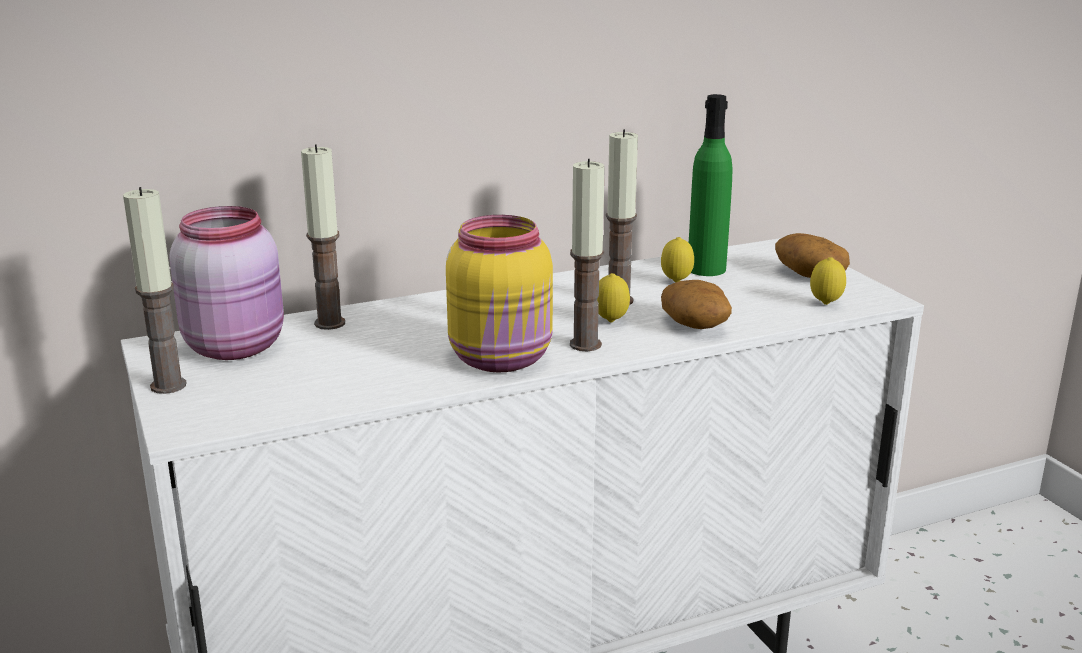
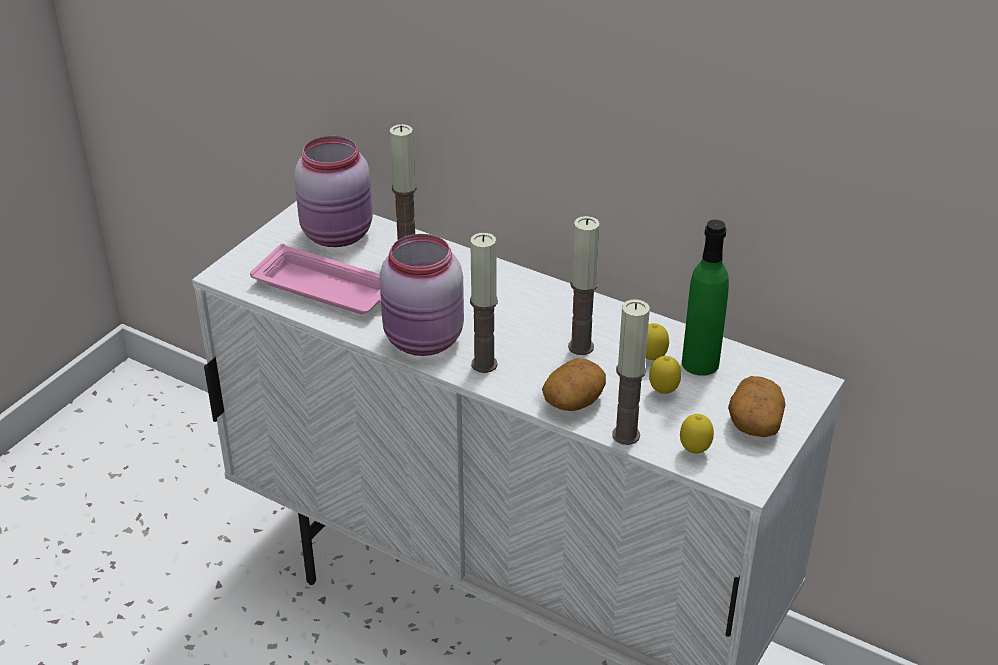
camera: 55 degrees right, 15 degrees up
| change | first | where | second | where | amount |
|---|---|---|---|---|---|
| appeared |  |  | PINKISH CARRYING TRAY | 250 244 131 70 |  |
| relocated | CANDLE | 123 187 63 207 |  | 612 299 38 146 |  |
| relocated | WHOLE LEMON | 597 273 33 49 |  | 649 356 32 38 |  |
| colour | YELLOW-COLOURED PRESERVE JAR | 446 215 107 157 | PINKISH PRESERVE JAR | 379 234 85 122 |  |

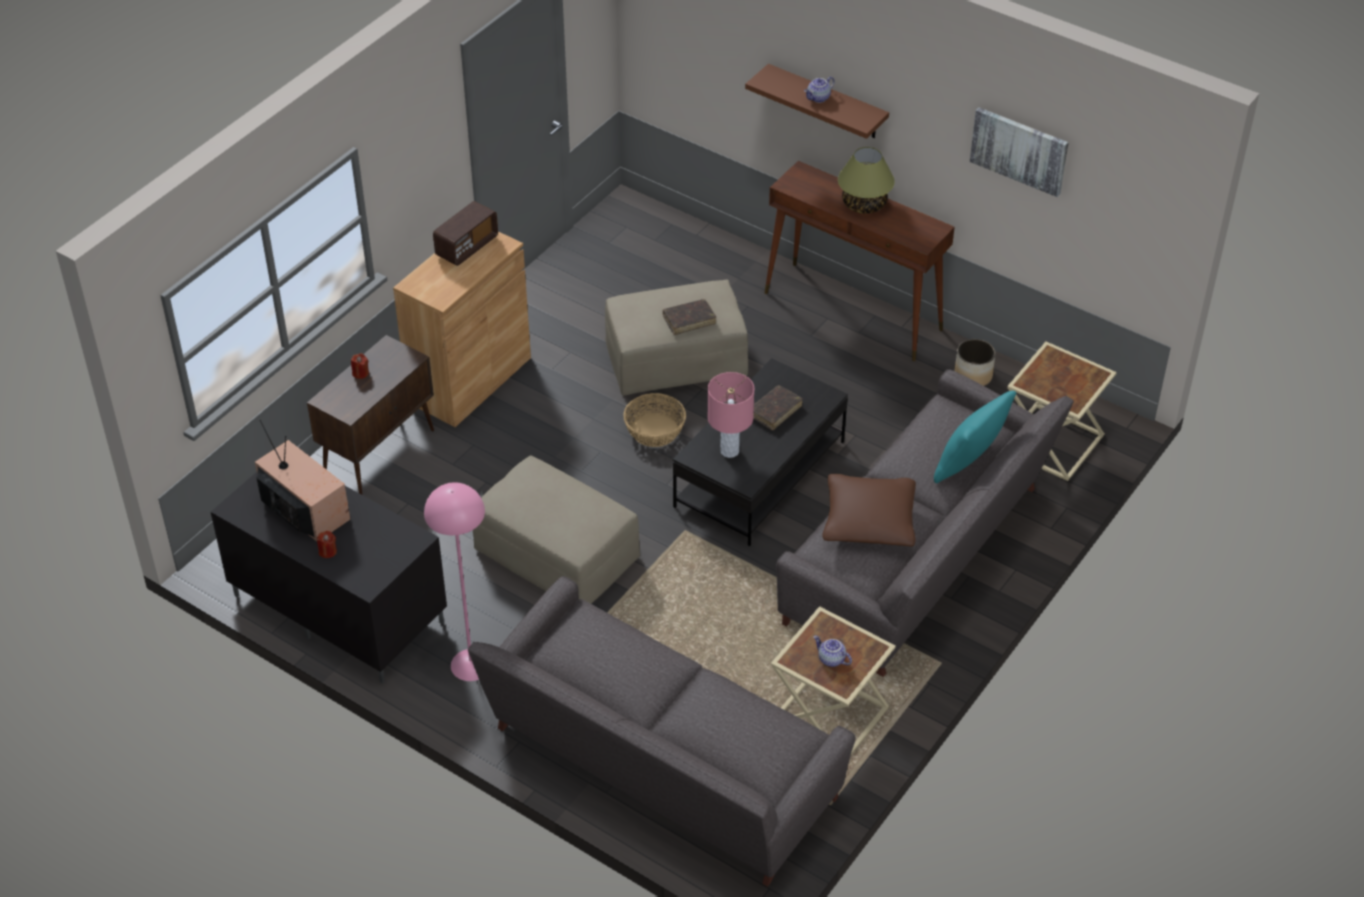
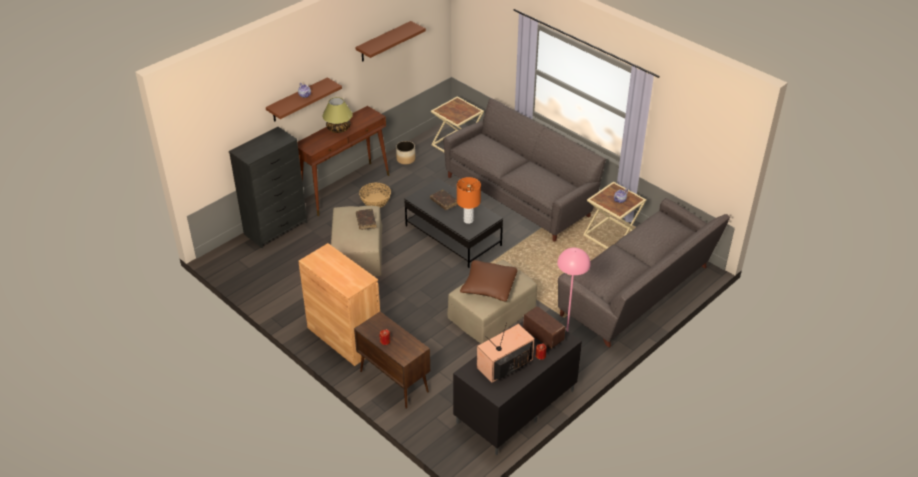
camera: 80 degrees left, 5 degrees down
| change | first | where | second | where | amount |
|---|---|---|---|---|---|
| missing | BLUE-GREEN CUSHION | 934 391 82 92 |  |  |  |
| appeared |  |  | BLACKISH CHEST OF DRAWERS | 229 127 78 121 |  |
| relocated | RADIO SET | 433 201 65 65 |  | 523 306 42 43 |  |
| relocated | BASKET | 623 393 63 54 |  | 359 183 32 25 |  |
| relocated | BROWNISH CUSHION | 822 474 94 73 |  | 460 260 58 41 |  |
| exchanged | WALL ART | 970 107 99 90 | BROWNISH BRACKET SHELF | 355 21 71 41 |  |
| colour | PINKISH TABLETOP LAMP | 708 372 46 86 | ORANGEY TABLETOP LAMP | 457 177 24 47 |  |

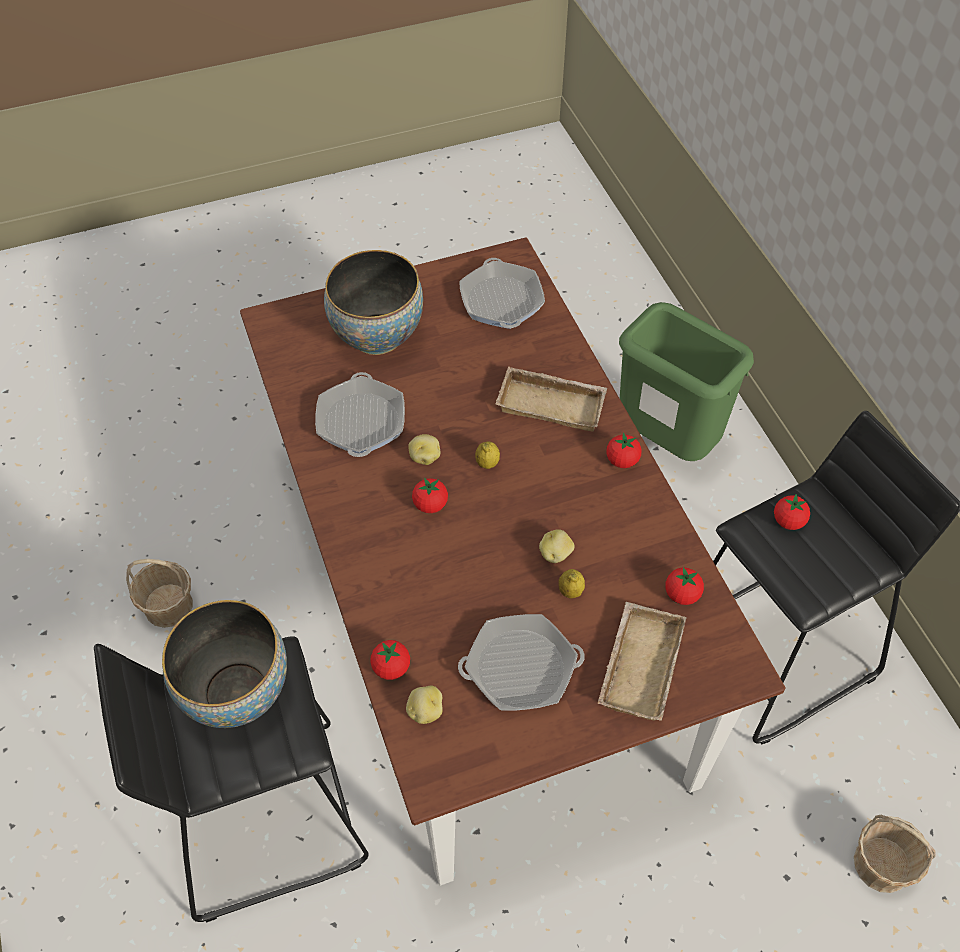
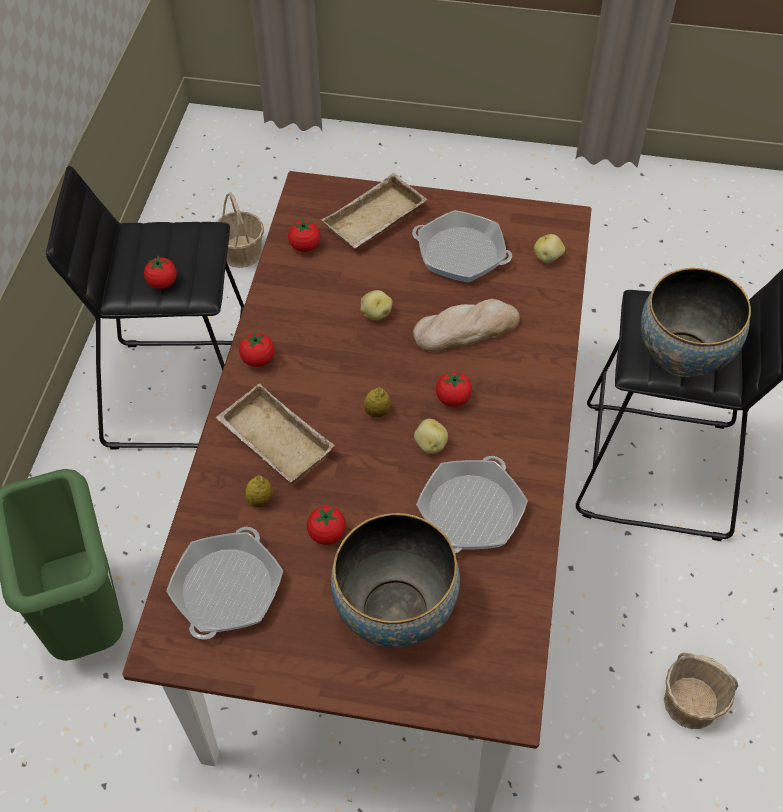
camera: 150 degrees left, 0 degrees up
| change | first | where | second | where | amount |
|---|---|---|---|---|---|
| appeared |  |  | BREAD | 413 299 107 53 |  |
| relocated | FRESH TOMATO | 370 640 40 40 |  | 307 506 39 39 |  |
| relocated | WHOLE LEMON | 558 569 27 30 |  | 245 475 28 32 |  |

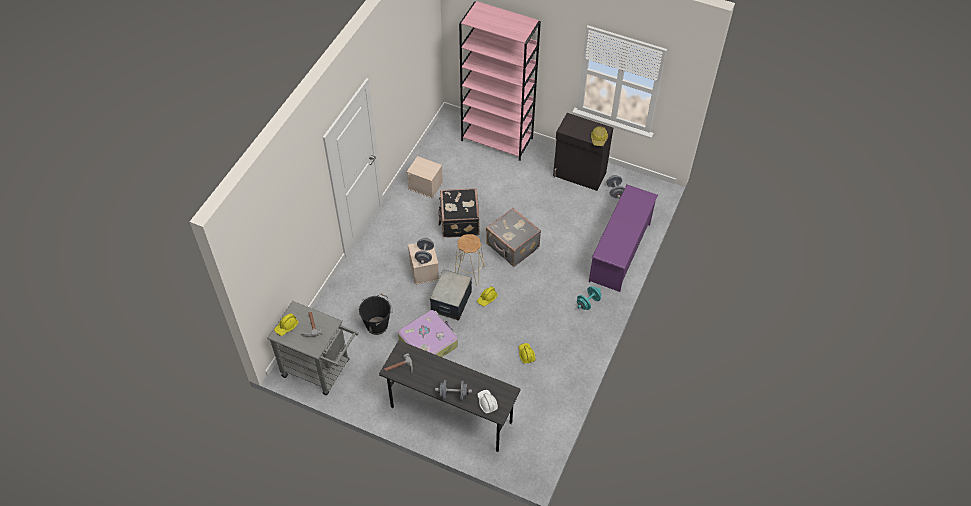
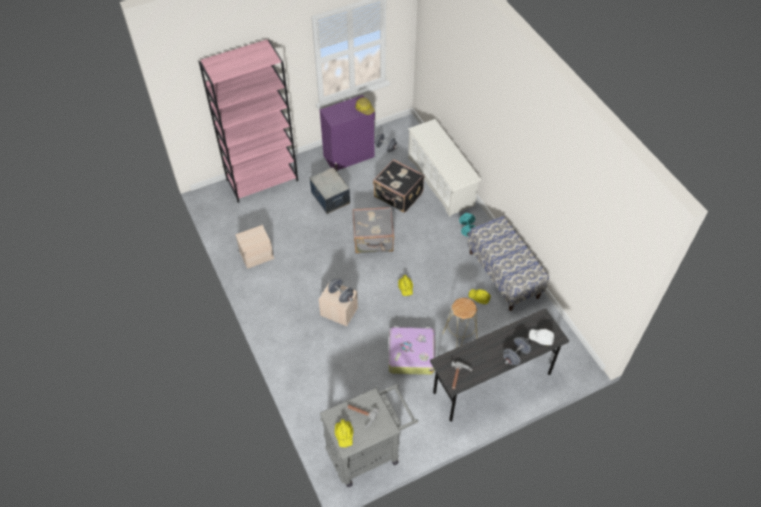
camera: 50 degrees left, 0 degrees up
| change | first | where | second | where | amount |
|---|---|---|---|---|---|
| missing | BLACKISH PAIL | 359 294 34 41 |  |  |  |
| appeared |  |  | INDOOR BENCH | 468 216 81 95 |  |
| relocated | STORAGE BIN | 430 269 42 52 |  | 309 167 41 47 |  |
| relocated | BLACKISH TRAVEL CASE | 439 188 41 50 |  | 373 159 51 54 |  |
| relocated | BEIGE-COLOURED STOOL | 455 234 29 51 |  | 443 298 35 47 |  |
| colour | BLACKISH STORAGE CABINET | 553 113 60 78 | PURPLE STORAGE CABINET | 320 95 55 76 |  |
| colour | PURPLE SHOE SHELF | 589 185 69 107 | WHITE-COLOURED SHOE SHELF | 408 119 74 98 |  |

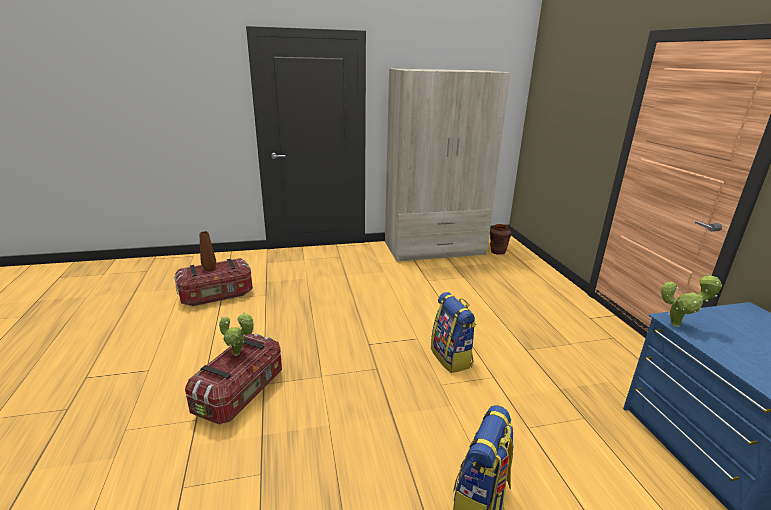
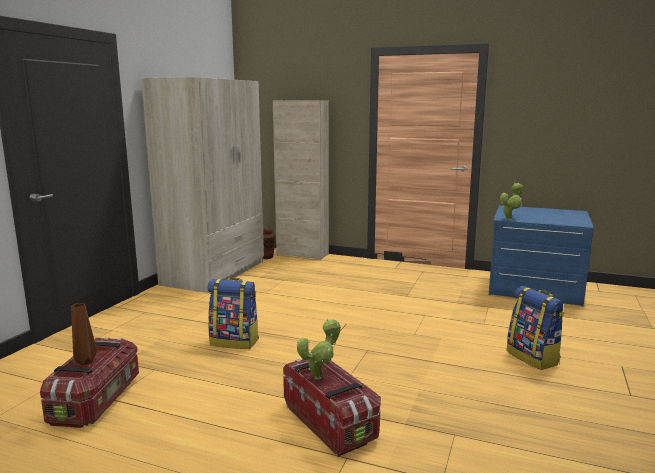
camera: 55 degrees left, 10 degrees down
| change | first | where | second | where | amount |
|---|---|---|---|---|---|
| appeared |  |  | BEIGE-COLOURED STORAGE CABINET | 273 101 56 159 |  |
| relocated | RUCKSACK | 431 292 45 81 |  | 208 278 51 71 |  |

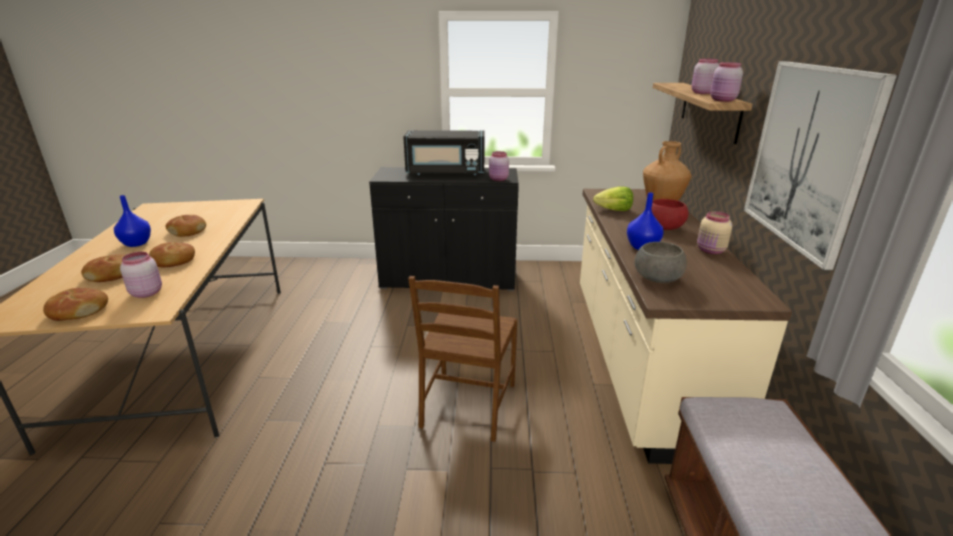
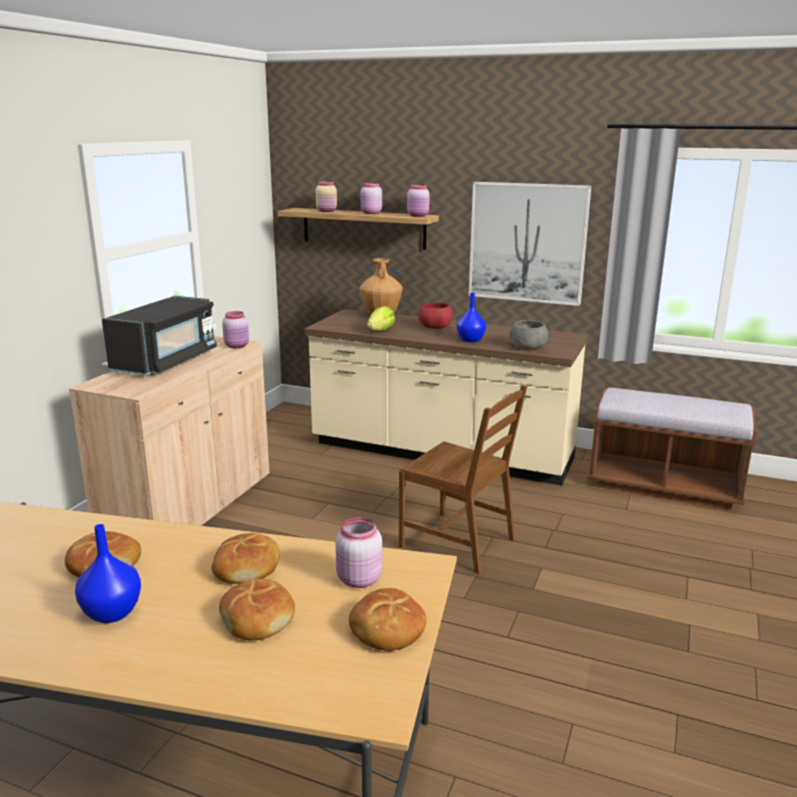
camera: 70 degrees left, 5 degrees down
| change | first | where | second | where | amount |
|---|---|---|---|---|---|
| relocated | BEIGE-COLOURED PRESERVE JAR | 697 211 35 43 |  | 316 182 21 30 |  |
| colour | BLACKISH STORAGE CABINET | 369 167 150 124 | BEIGE-COLOURED STORAGE CABINET | 69 336 200 190 |  |

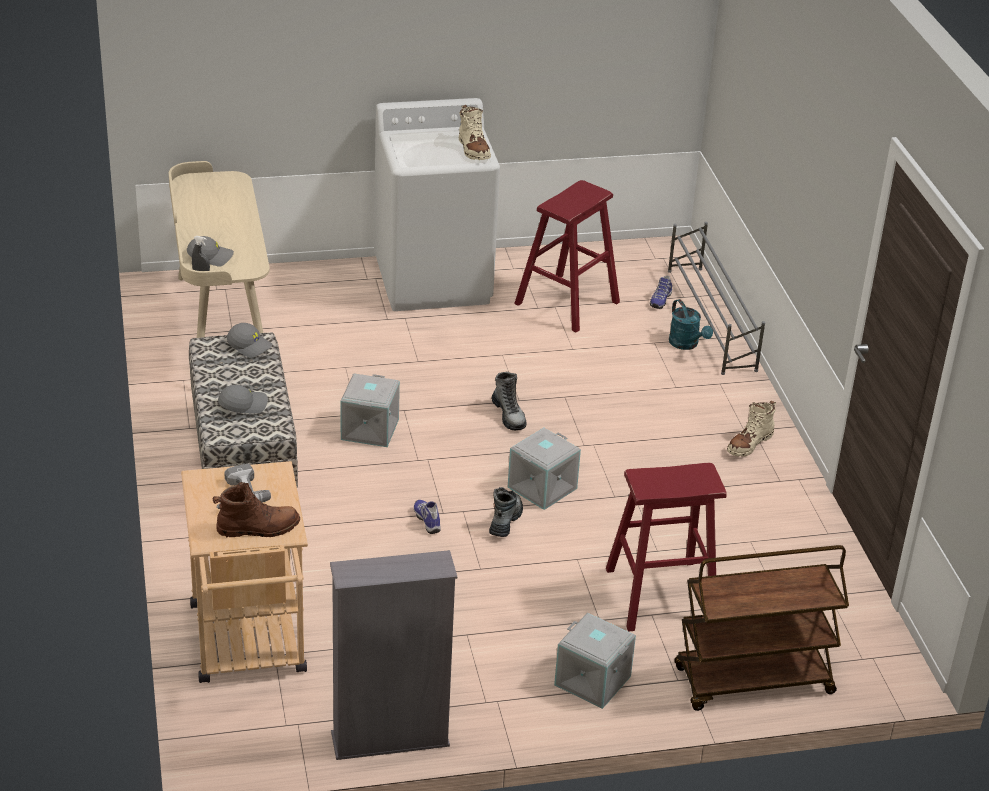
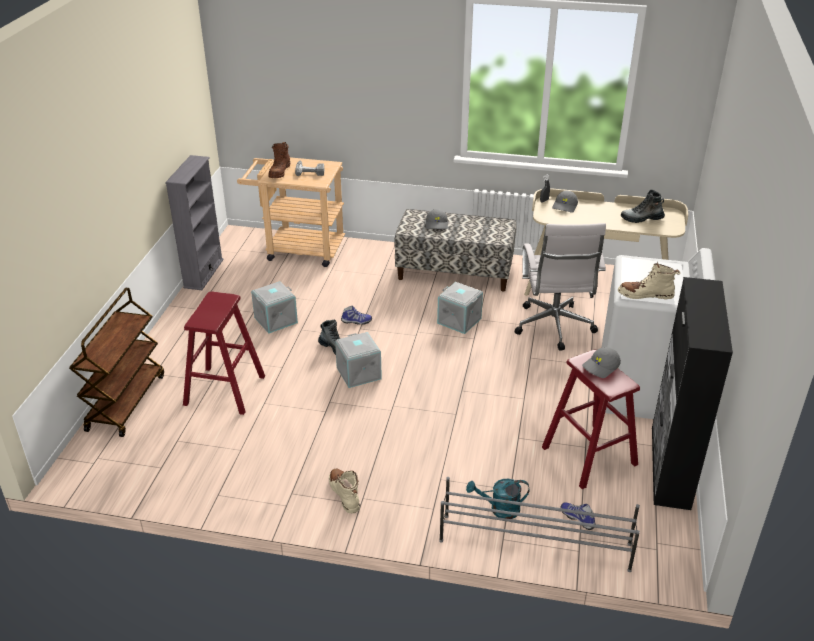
camera: 115 degrees right, 0 degrees up
| change | first | where | second | where | amount |
|---|---|---|---|---|---|
| appeared |  |  | WHITE-COLOURED COMPUTER CHAIR | 515 223 91 128 |  |
| appeared |  |  | BLACKISH STORAGE CABINET | 652 277 81 233 |  |
| relocated | GREYISH PEAKED CAP | 227 323 45 35 |  | 582 347 39 31 |  |
| relocated | HIGH-TOP BOOT | 492 372 35 58 |  | 621 190 44 33 |  |
| relocated | GREYISH STORAGE BIN | 554 613 82 96 |  | 251 281 47 52 |  |

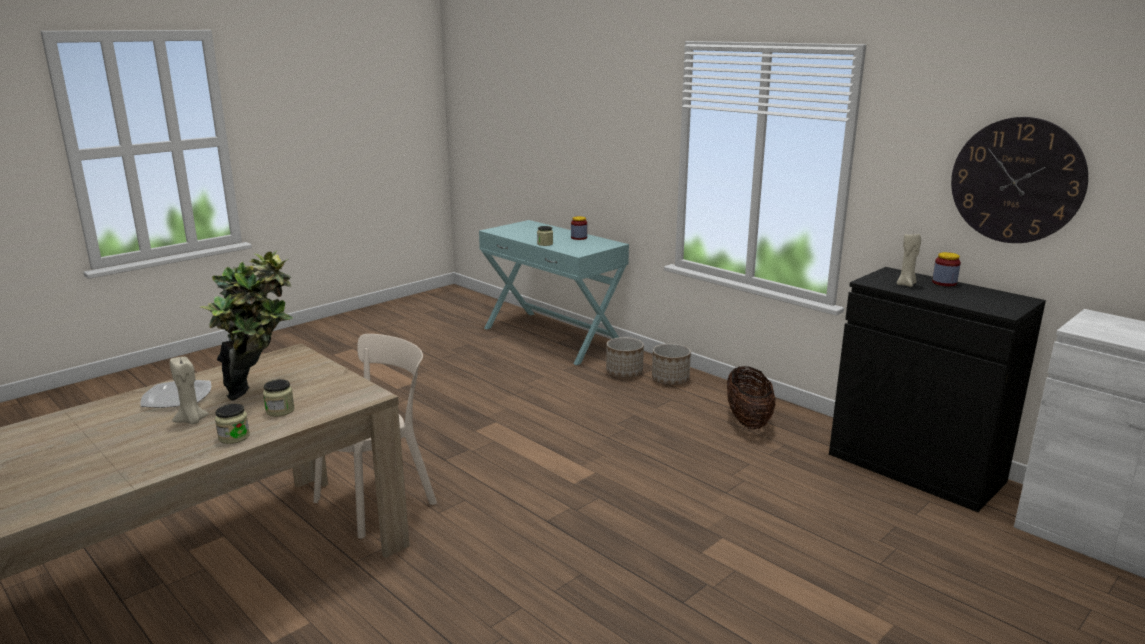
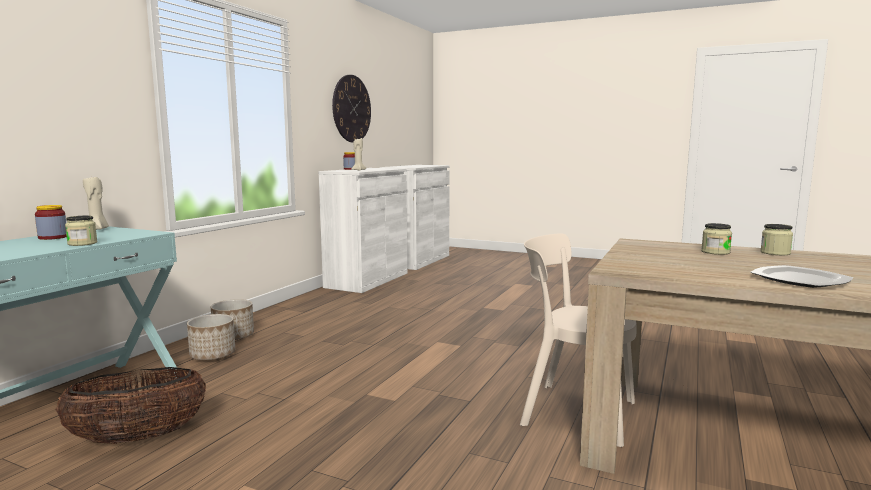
camera: 110 degrees left, 10 degrees down
| change | first | where | second | where | amount |
|---|---|---|---|---|---|
| missing | HOUSEPLANT | 200 250 93 151 |  |  |  |
| relocated | BEIGE-COLOURED CANDLE | 170 356 39 68 |  | 83 177 26 53 |  |
| relocated | BASKET | 727 366 49 63 |  | 55 367 151 77 |  |
| colour | BLACKISH STORAGE CABINET | 829 267 217 245 | WHITE-COLOURED STORAGE CABINET | 319 168 88 125 |  |

